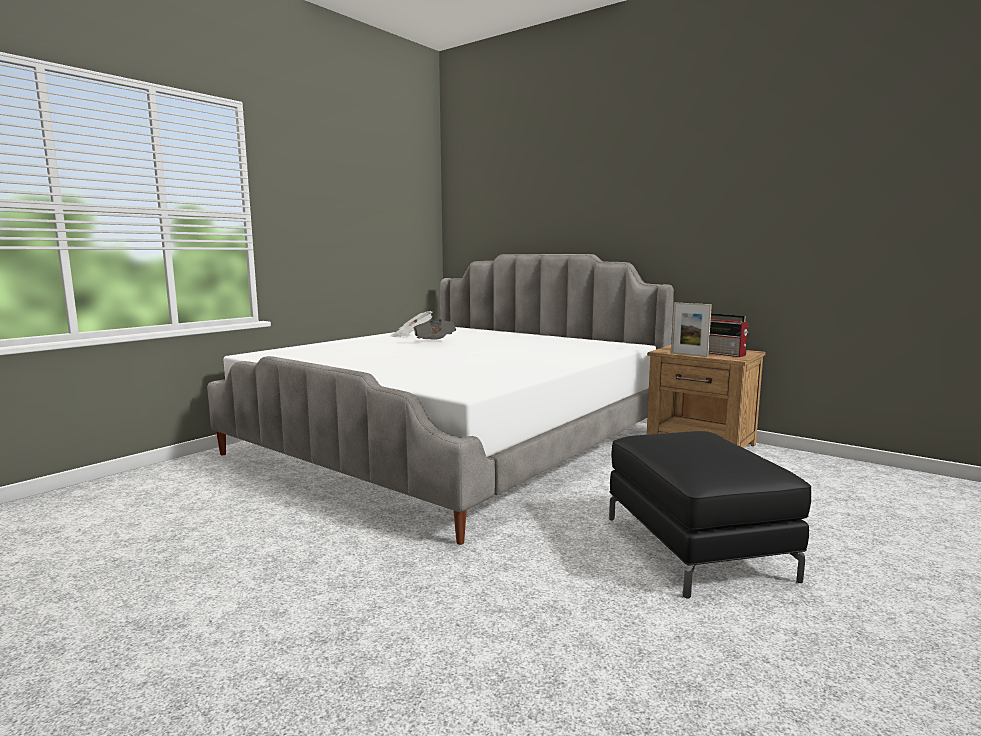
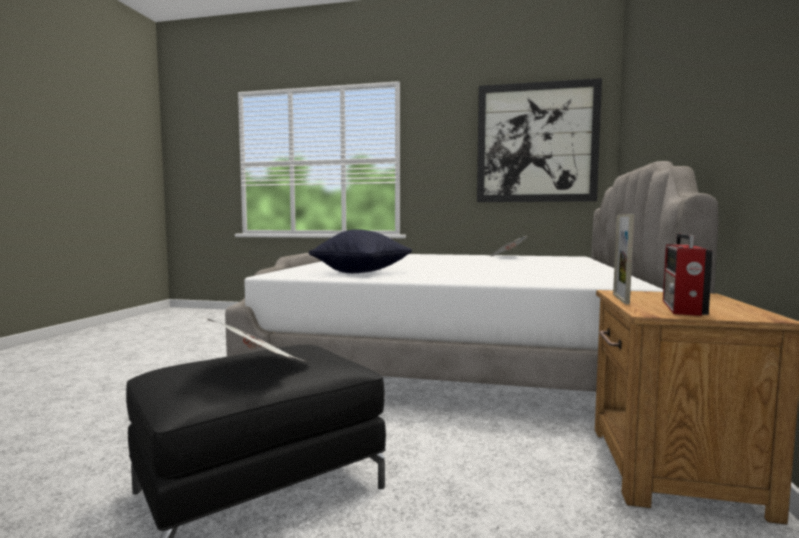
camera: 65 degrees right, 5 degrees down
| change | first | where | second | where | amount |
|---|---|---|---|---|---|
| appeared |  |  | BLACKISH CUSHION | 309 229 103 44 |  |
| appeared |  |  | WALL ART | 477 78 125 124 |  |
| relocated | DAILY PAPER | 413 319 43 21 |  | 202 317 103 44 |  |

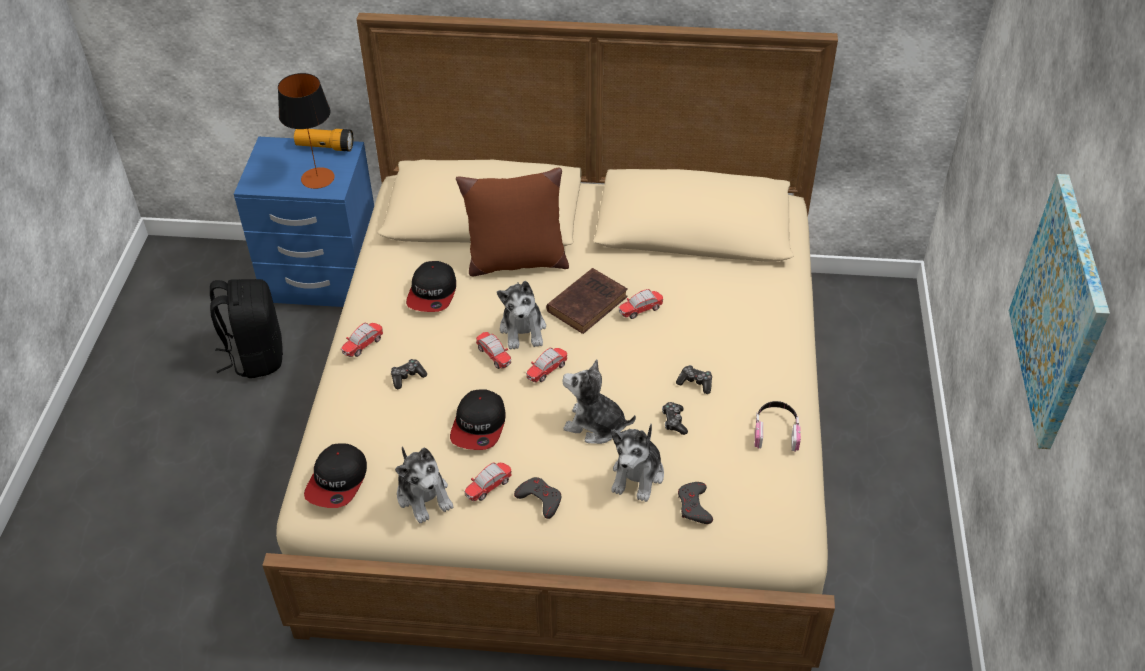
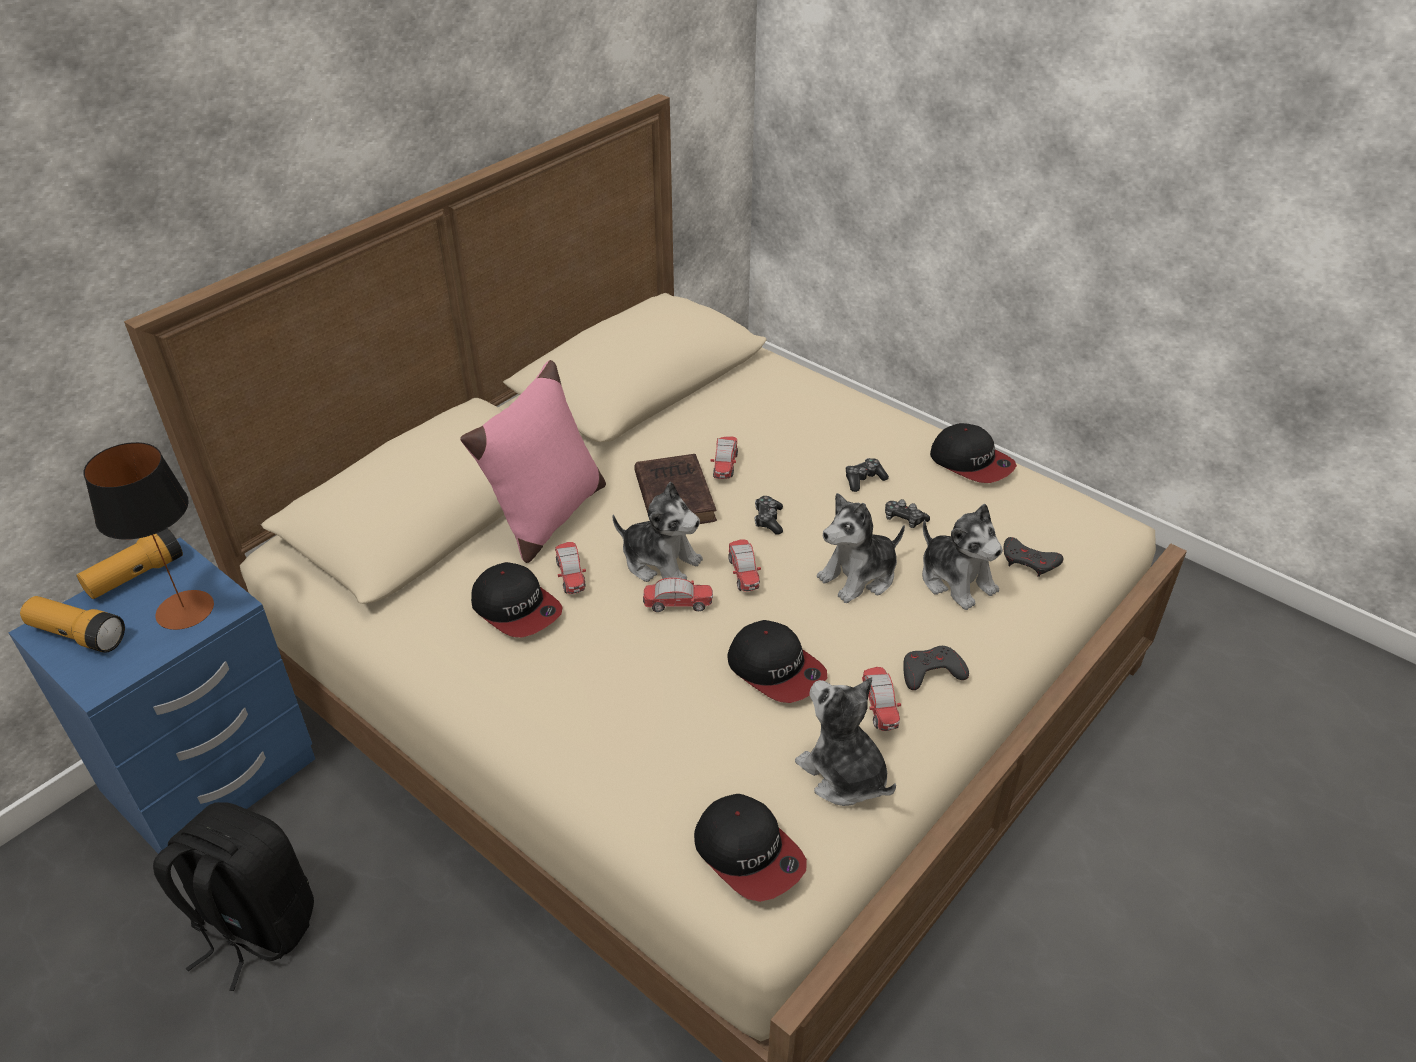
camera: 55 degrees left, 5 degrees down
| change | first | where | second | where | amount |
|---|---|---|---|---|---|
| missing | WALL ART | 1009 174 101 275 |  |  |  |
| appeared |  |  | FLASHLIGHT | 20 596 105 57 |  |
| relocated | MODEL CAR | 341 323 42 34 |  | 555 542 31 52 |  |
| relocated | JOYPAD | 391 359 36 30 |  | 755 496 28 39 |  |
| exchanged | HEADSET | 755 401 46 51 | PEAKED CAP | 930 423 87 60 |  |
| colour | BROWNISH CUSHION | 456 167 113 109 | PINKISH CUSHION | 460 360 146 203 |  |
| spun | PLUSH TOY | 395 446 58 77 |  | 795 677 101 129 | 135 degrees counterclockwise |

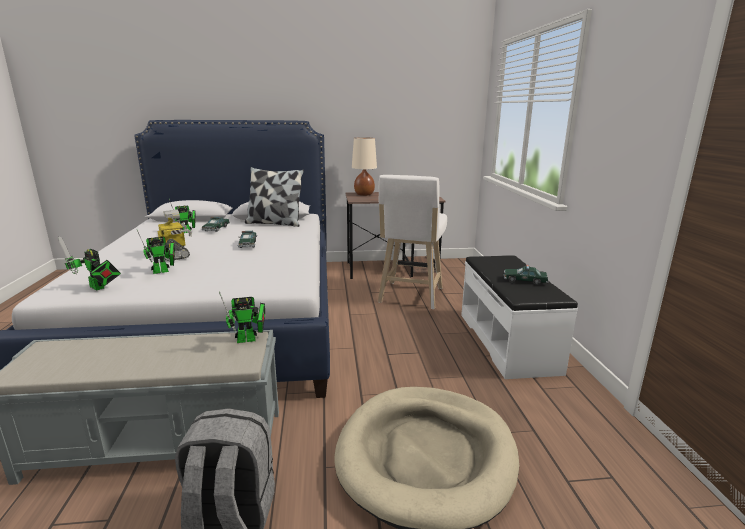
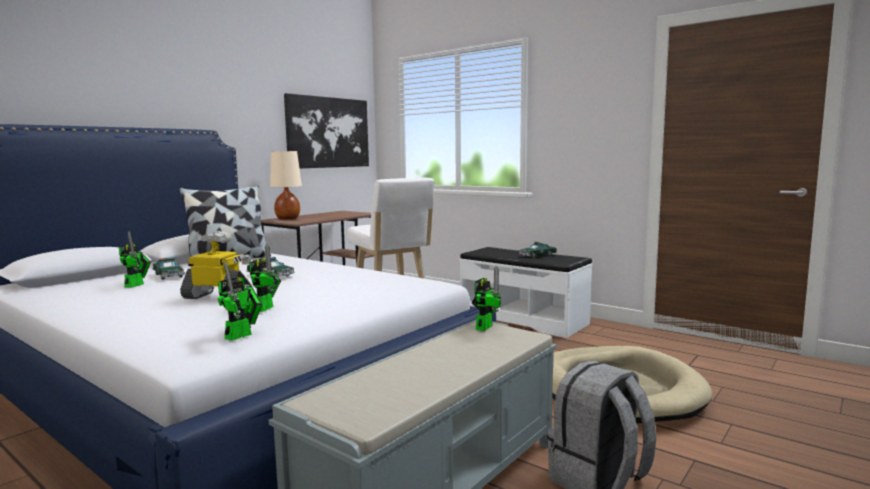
camera: 45 degrees left, 10 degrees down
| change | first | where | second | where | amount |
|---|---|---|---|---|---|
| appeared |  |  | WALL ART | 284 93 85 76 |  |
| spun | TOY ROBOT | 58 236 63 54 |  | 218 262 44 79 | 45 degrees counterclockwise |

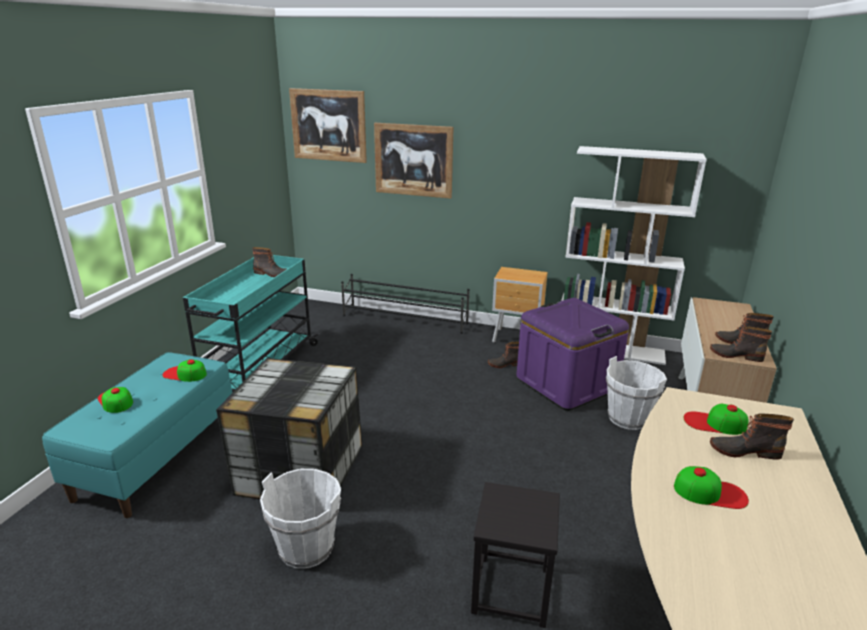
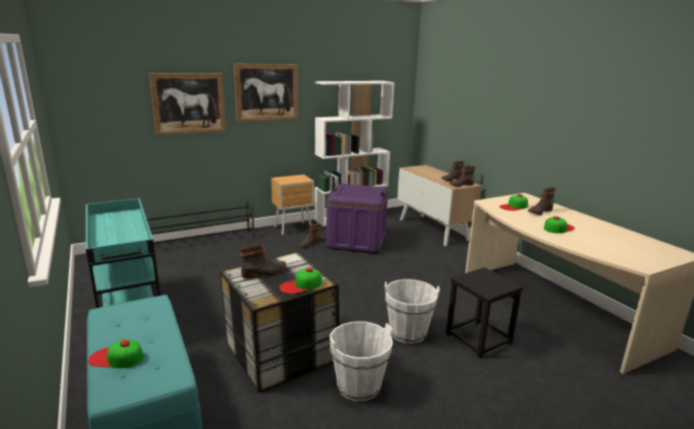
camera: 45 degrees left, 5 degrees down
| change | first | where | second | where | amount |
|---|---|---|---|---|---|
| relocated | PEAKED CAP | 163 359 44 23 |  | 280 268 42 26 |  |
| relocated | HIGH-TOP BOOT | 252 247 35 30 |  | 240 244 46 35 |  |
| relocated | WALL ART | 289 88 78 75 |  | 234 64 64 58 |  |
| relocated | WHITE-COLOURED PAIL | 606 356 61 74 |  | 385 279 55 65 |  |

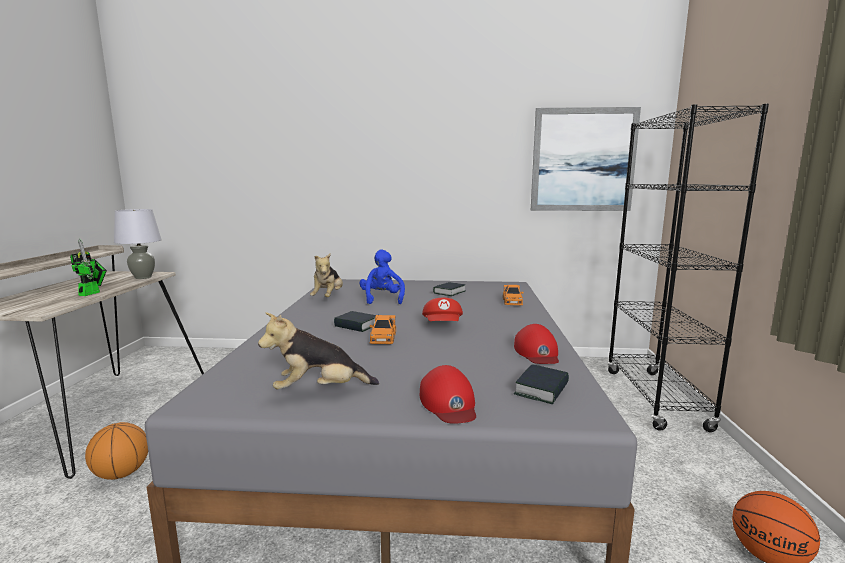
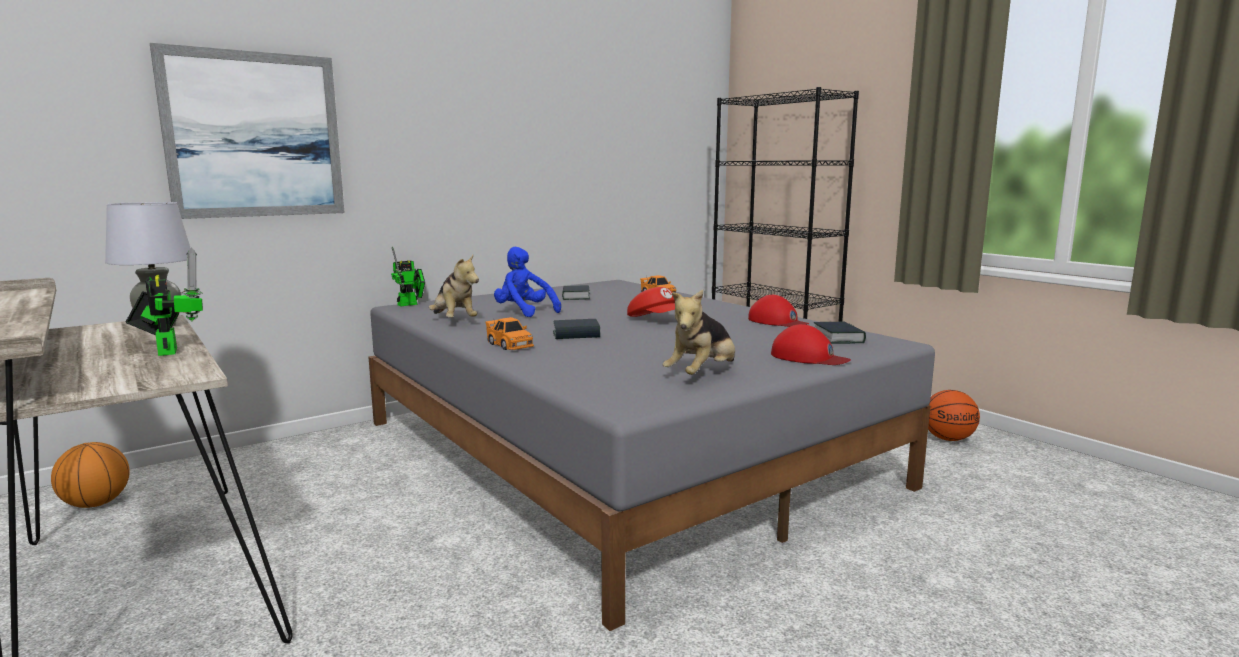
camera: 40 degrees left, 0 degrees up
| change | first | where | second | where | amount |
|---|---|---|---|---|---|
| appeared |  |  | TOY ROBOT | 391 246 34 60 |  |
| relocated | BALL FOR BASKETBALL | 85 422 63 58 |  | 51 442 79 66 |  |
| relocated | ORANGEY MODEL CAR | 370 315 26 29 |  | 485 317 49 33 |  |
| relocated | WALL ART | 531 107 110 104 |  | 150 43 194 176 |  |

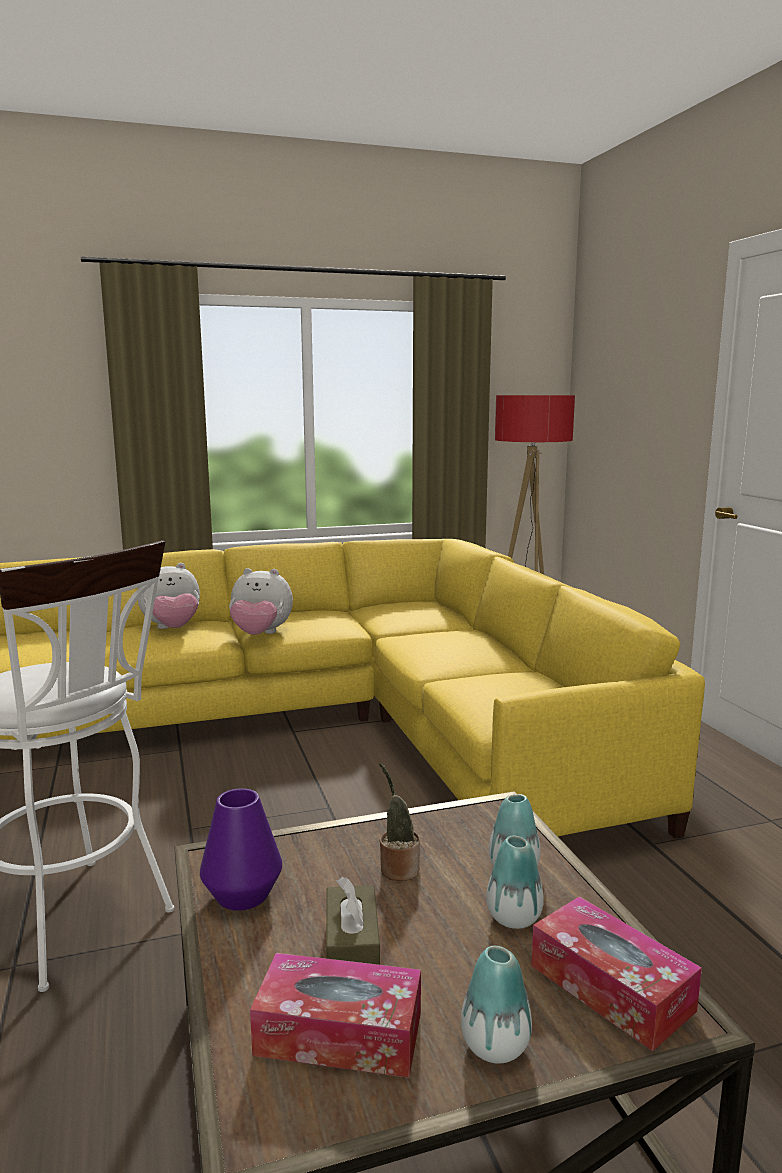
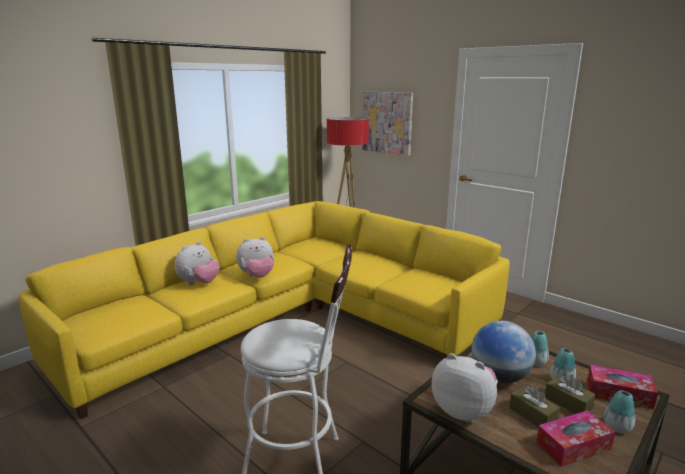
camera: 30 degrees left, 5 degrees up
| change | first | where | second | where | amount |
|---|---|---|---|---|---|
| appeared |  |  | WALL ART | 362 91 51 65 |  |
| appeared |  |  | BROWNISH TISSUE HOLDER | 545 374 51 40 |  |
| exchanged | PURPLE VASE | 200 788 82 123 | PLUSH TOY | 432 353 66 69 |  |
| exchanged | HOUSEPLANT | 379 763 41 118 | WORLD GLOBE | 472 321 64 62 |  |

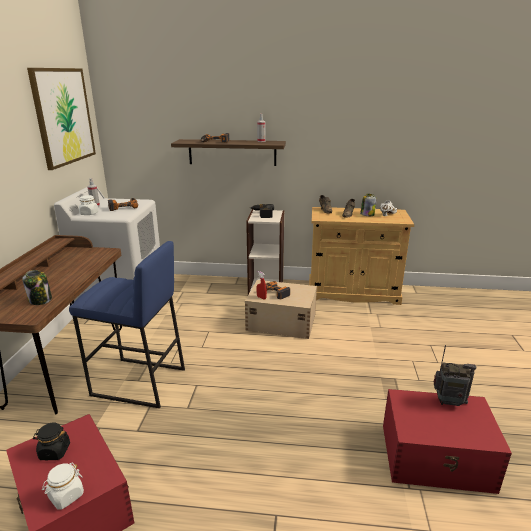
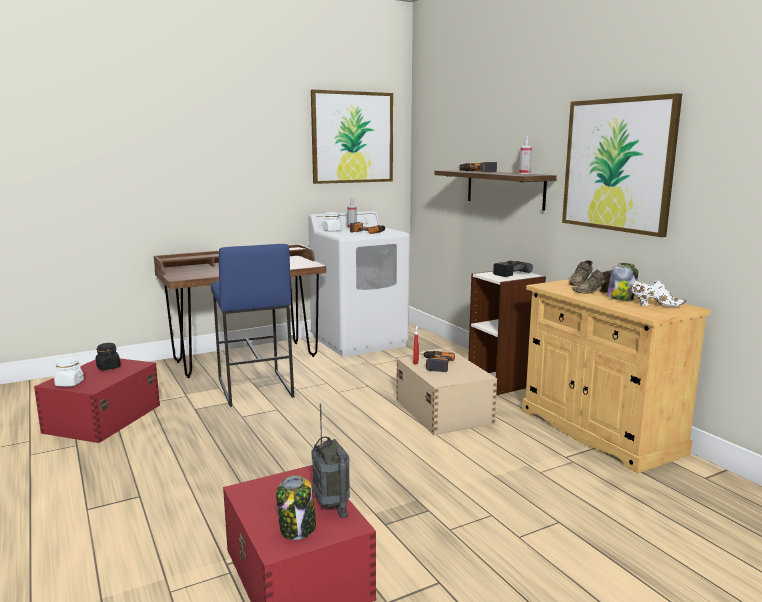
camera: 55 degrees right, 10 degrees down
| change | first | where | second | where | amount |
|---|---|---|---|---|---|
| appeared |  |  | WALL ART | 562 93 120 144 |  |
| relocated | PRESERVE JAR | 22 270 30 35 |  | 276 475 40 65 |  |

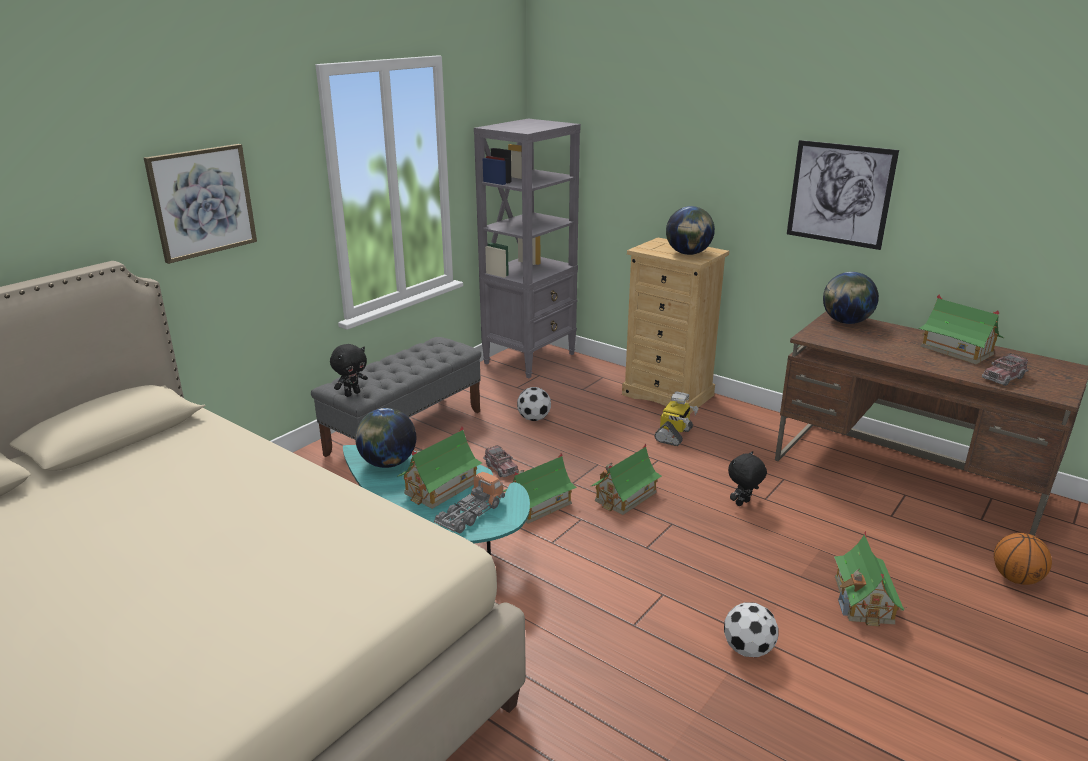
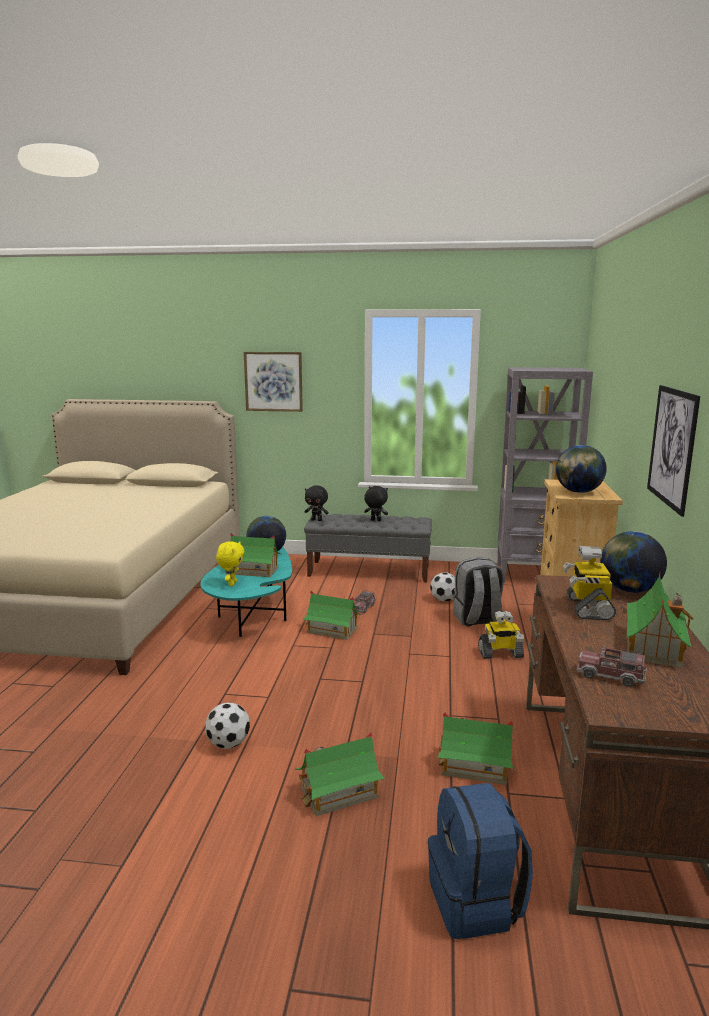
camera: 60 degrees right, 10 degrees down
| change | first | where | second | where | amount |
|---|---|---|---|---|---|
| appeared |  |  | GREYISH RUCKSACK | 453 557 51 70 |  |
| appeared |  |  | TOY ROBOT | 563 546 53 74 |  |
| relocated | MINIATURE HOUSE | 591 444 71 71 |  | 437 712 77 73 |  |
| relocated | BLACKISH PLUSH TOY | 728 451 39 55 |  | 364 486 24 35 |  |
| exchanged | MODEL TRUCK | 434 472 71 62 | YELLOW-COLOURED PLUSH TOY | 216 541 29 45 |  |
| exchanged | BALL FOR BASKETBALL | 994 533 58 52 | BLUISH RUCKSACK | 428 783 105 156 |  |

